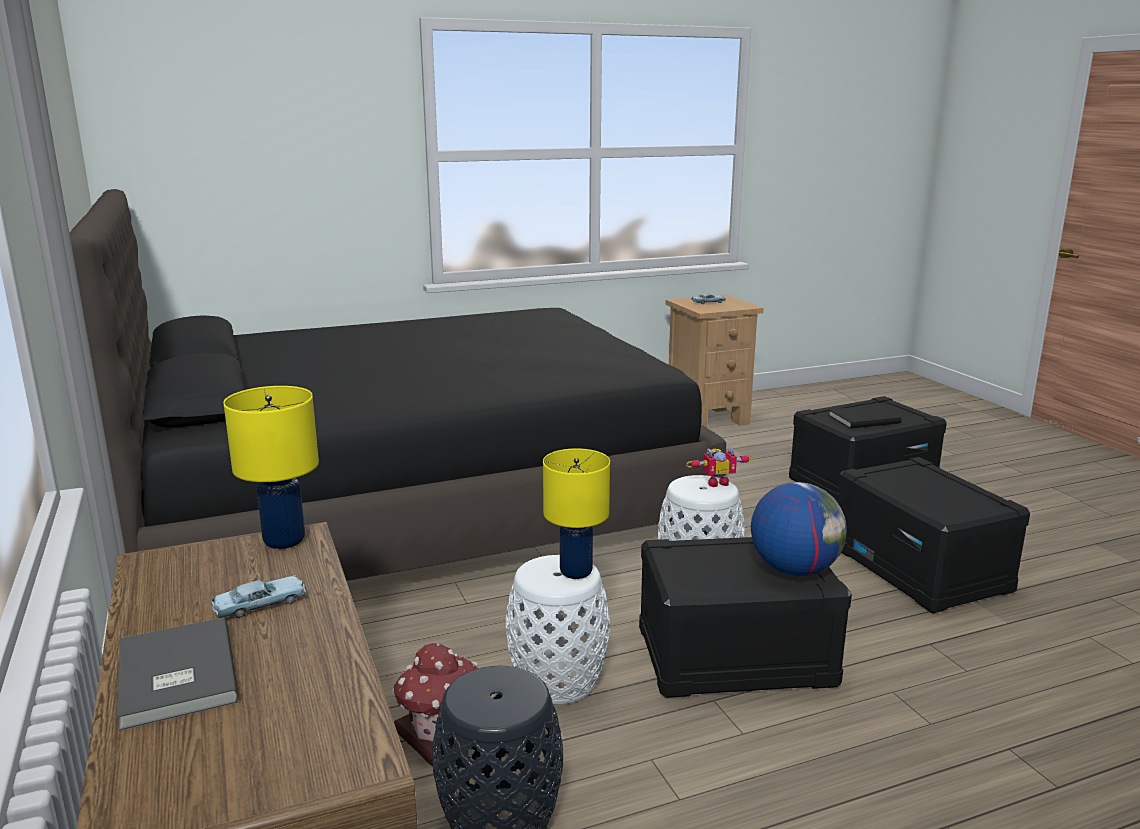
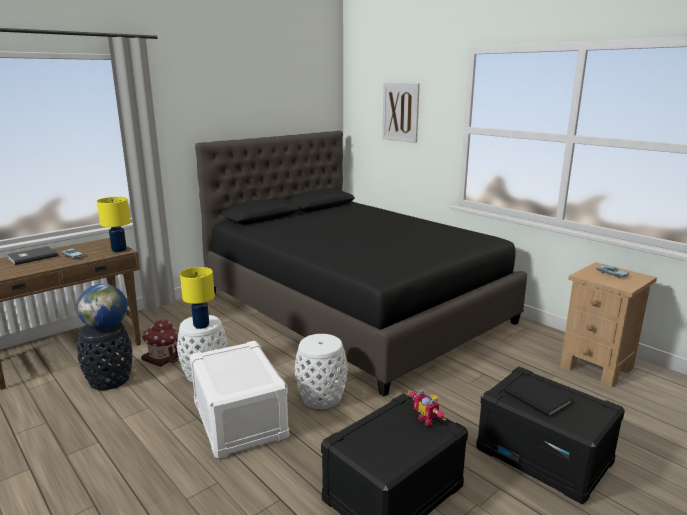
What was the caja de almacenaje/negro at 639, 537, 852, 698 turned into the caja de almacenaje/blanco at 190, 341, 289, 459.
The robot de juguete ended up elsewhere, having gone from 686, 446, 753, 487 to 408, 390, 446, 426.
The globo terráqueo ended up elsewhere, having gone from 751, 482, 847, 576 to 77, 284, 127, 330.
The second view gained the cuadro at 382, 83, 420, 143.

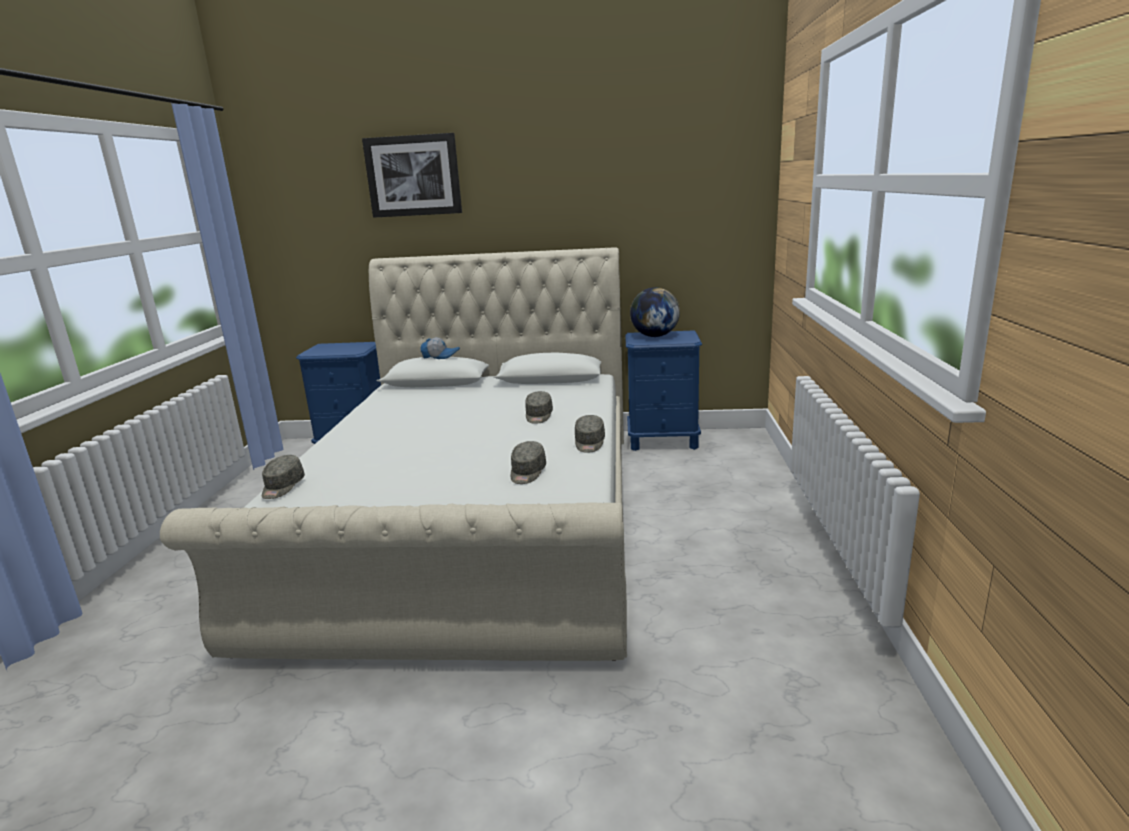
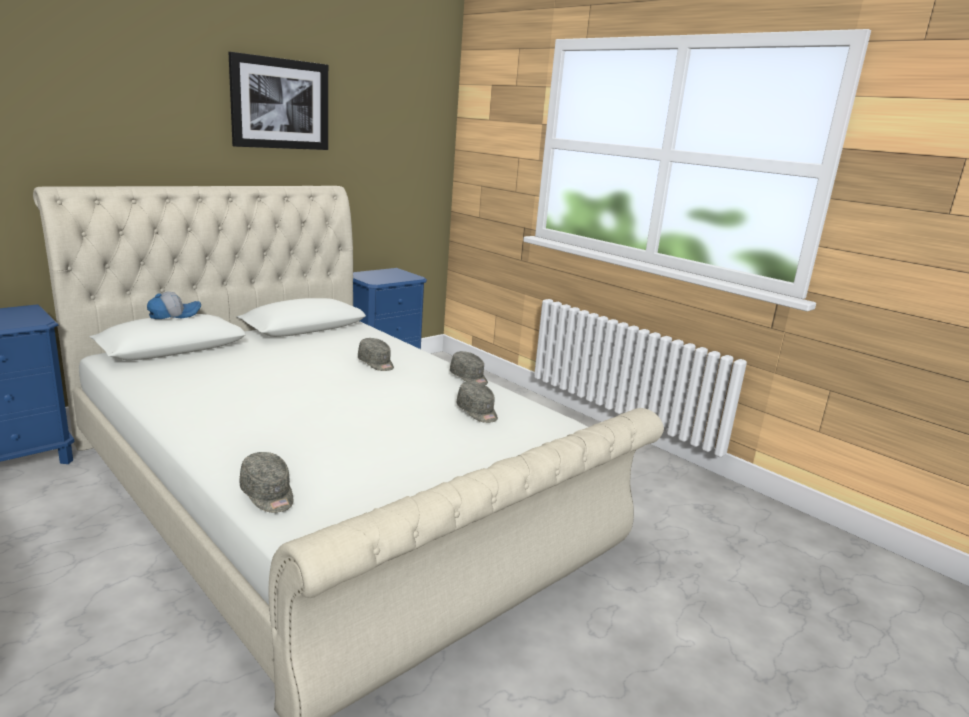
The cuadro ended up elsewhere, having gone from 362, 133, 462, 218 to 228, 52, 328, 150.
The second view lost the globo terráqueo at 630, 287, 680, 337.

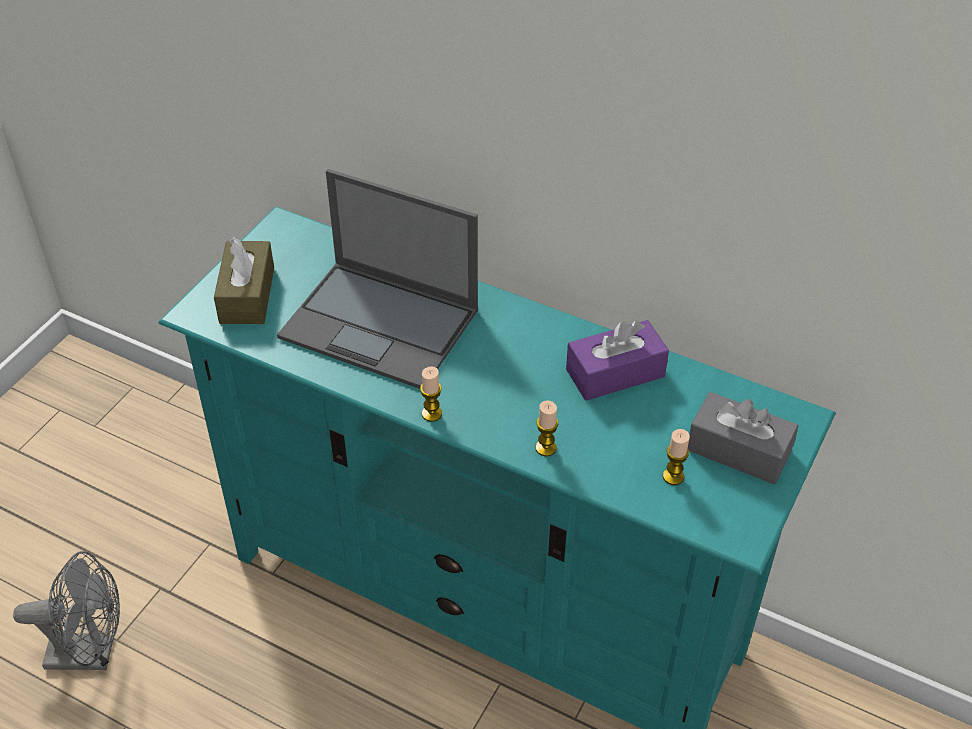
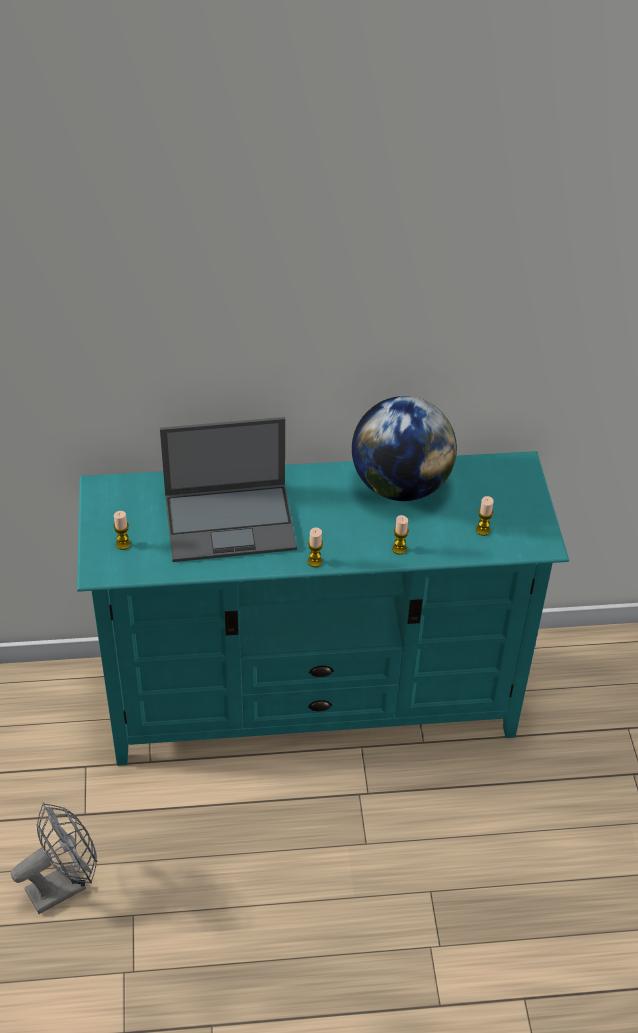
Where the caja de pañuelos/marrón stood at 214, 237, 274, 324, the vela came to stand at 114, 511, 131, 550.
Where the caja de pañuelos/morado stood at 566, 320, 669, 401, the globo terráqueo came to stand at 352, 396, 457, 501.
The second view lost the caja de pañuelos/gris at 688, 392, 799, 484.

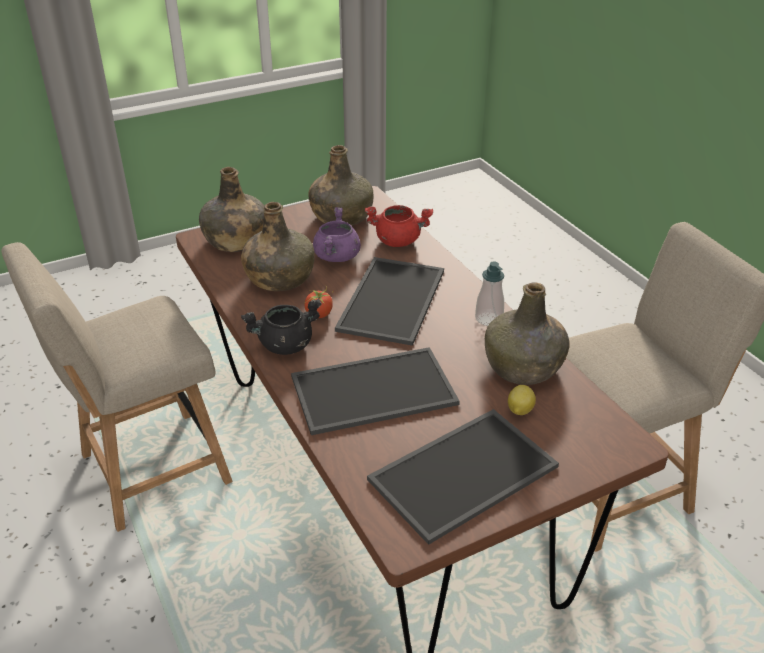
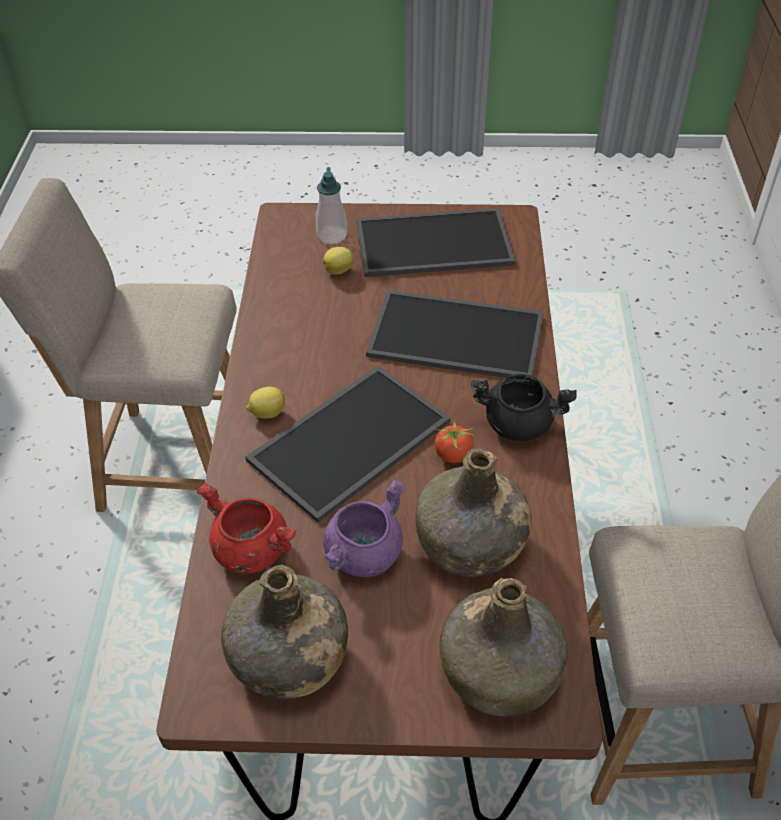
The dispensador de jabón ended up elsewhere, having gone from 475, 261, 504, 326 to 316, 167, 347, 244.
The second view lost the botella/verde at 485, 282, 570, 385.
The second view gained the limón at 247, 387, 285, 419.

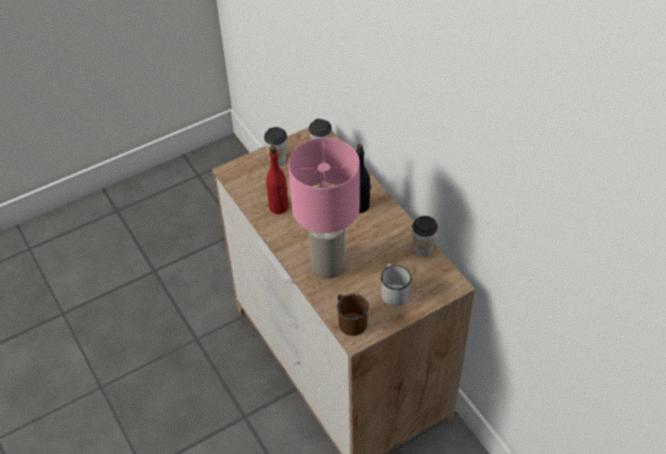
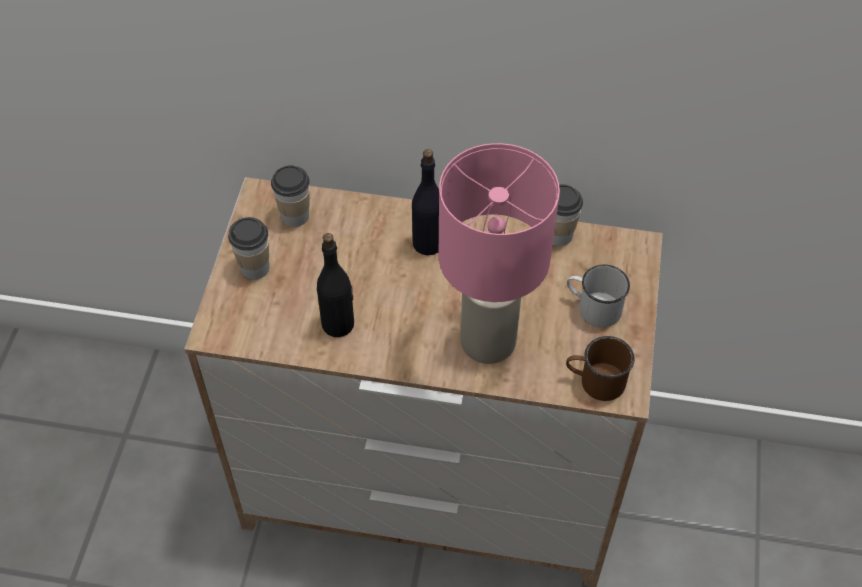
What was the botella/rojo at 266, 145, 289, 214 turned into the botella/negro at 317, 233, 354, 337.

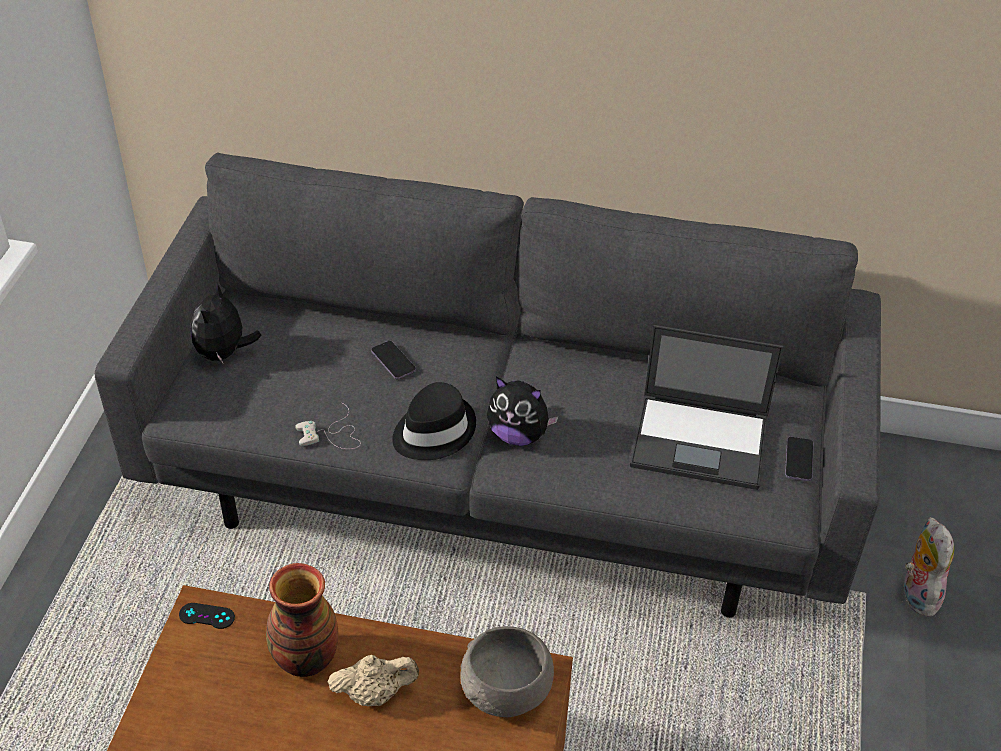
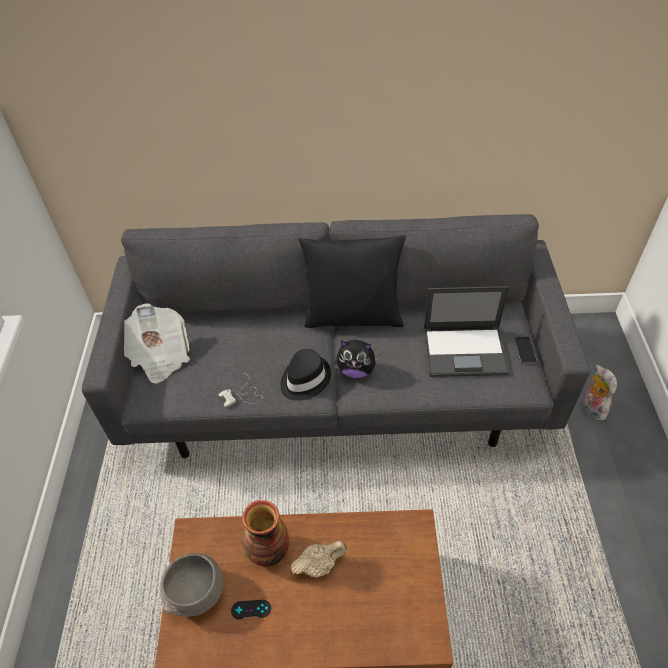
The mando de consola/negro ended up elsewhere, having gone from 179, 603, 235, 629 to 231, 600, 271, 619.
Where the peluche stood at 191, 283, 262, 364, the periódico came to stand at 124, 303, 190, 384.
The second view lost the móvil at 371, 341, 416, 379.
The cuenco/gris ended up elsewhere, having gone from 460, 626, 554, 717 to 160, 553, 223, 617.
The second view gained the cojín/negro at 299, 235, 406, 328.

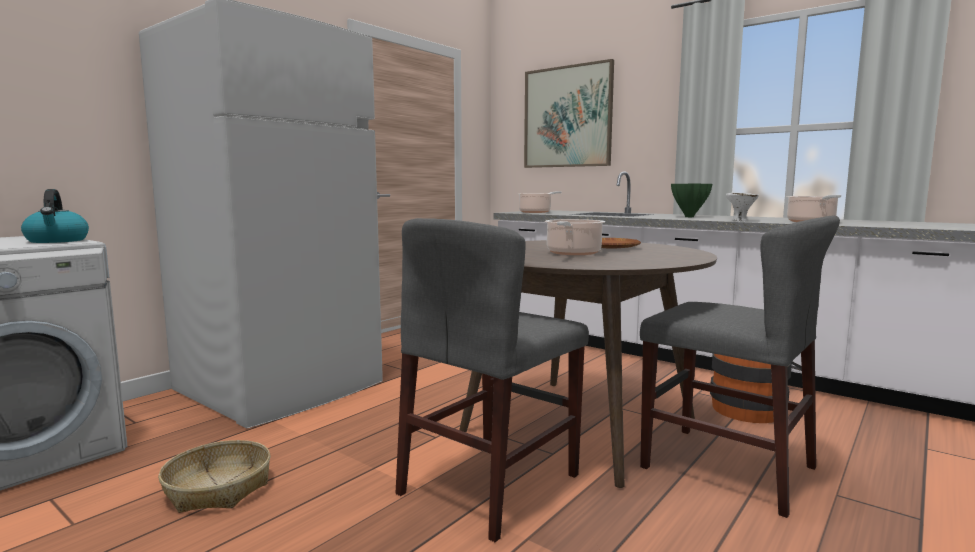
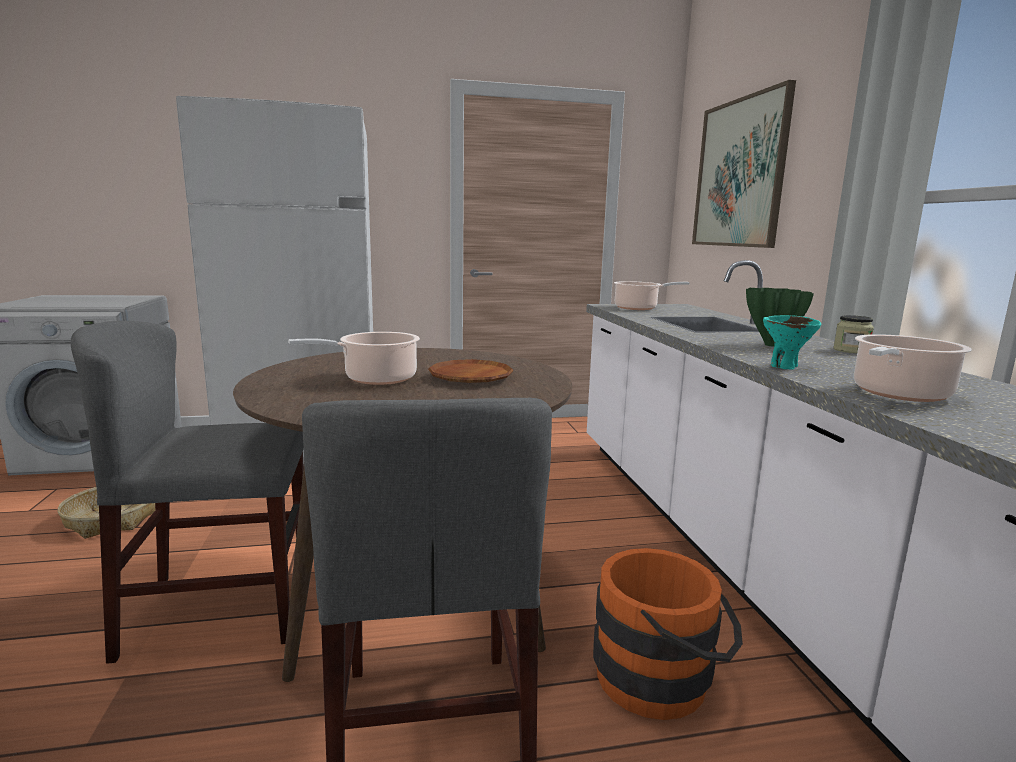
The second view lost the hervidor at 21, 189, 89, 243.
What was the cuenco/blanco at 726, 193, 759, 221 turned into the cuenco/turquesa at 763, 315, 821, 370.
The second view gained the tarro at 833, 315, 874, 353.

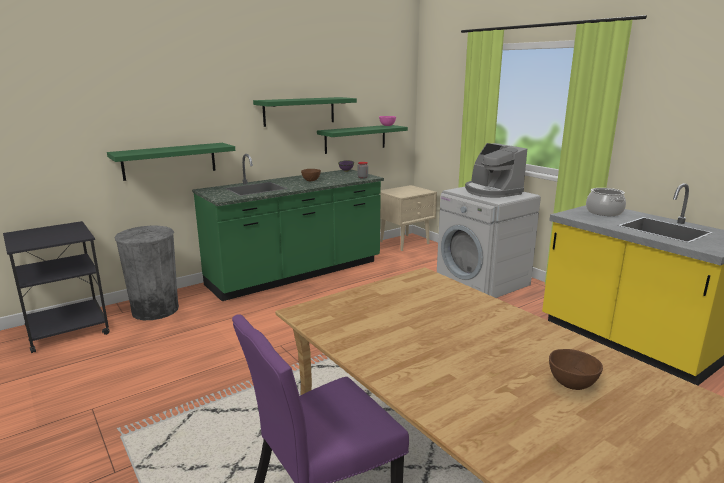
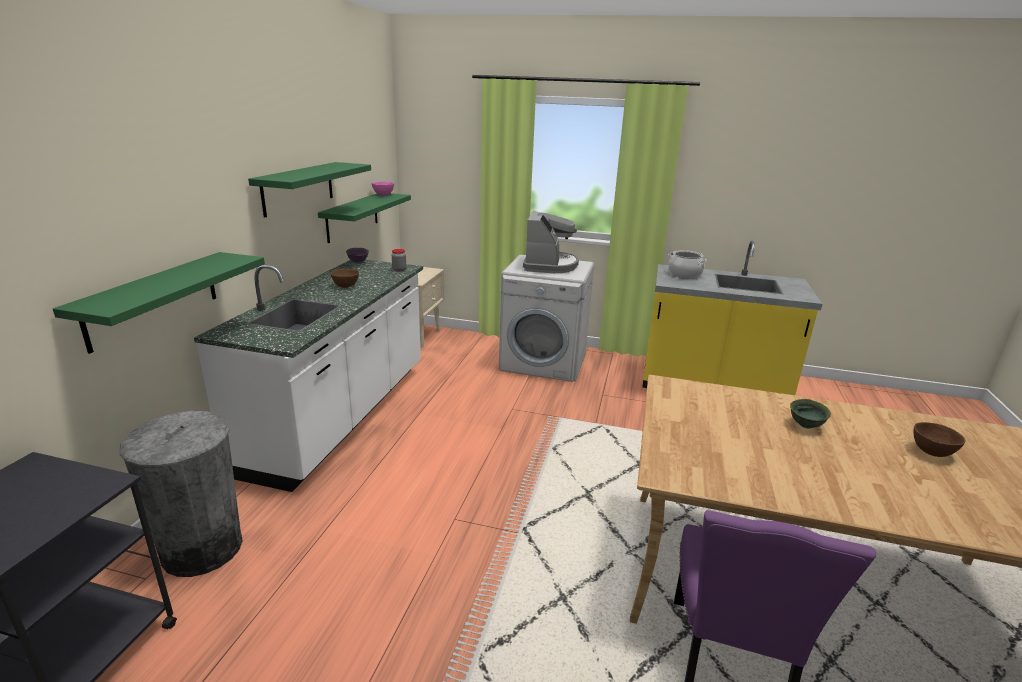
What was the mueble bajo de cocina/verde at 192, 154, 384, 301 turned into the mueble bajo de cocina/blanco at 194, 260, 423, 492.
The cafetera at 465, 143, 527, 198 ended up facing another way, 105 degrees counterclockwise from before.
The second view gained the cuenco/verde at 790, 399, 831, 429.

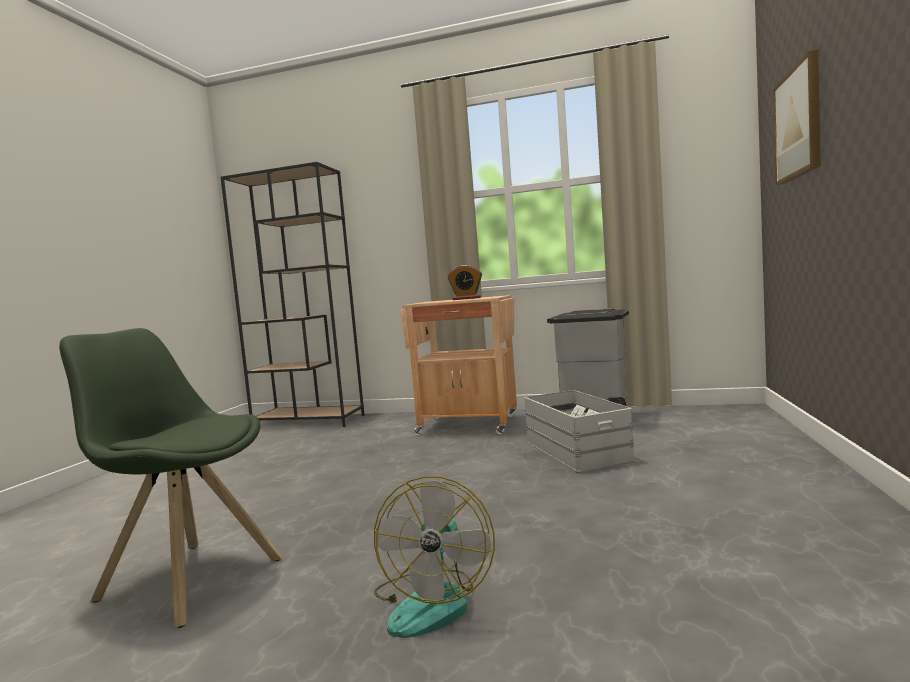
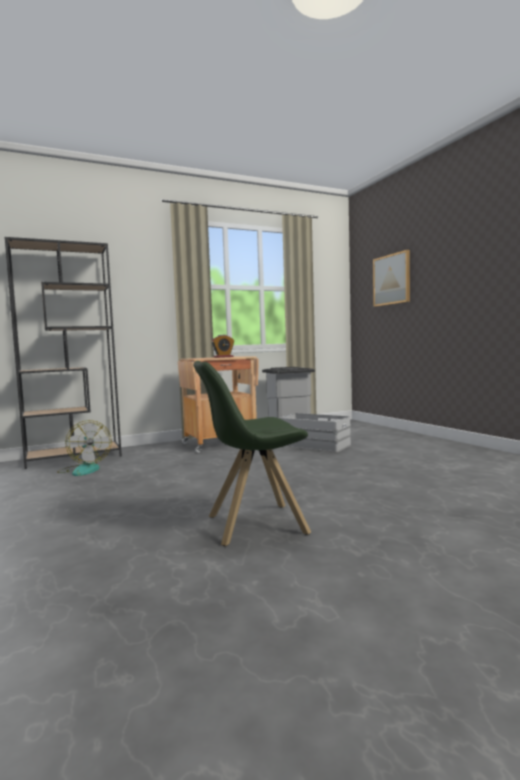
The ventilador ended up elsewhere, having gone from 374, 476, 495, 638 to 57, 420, 112, 476.

